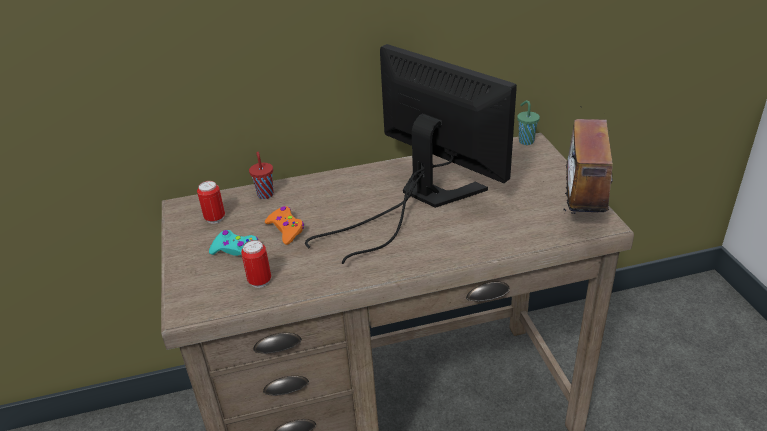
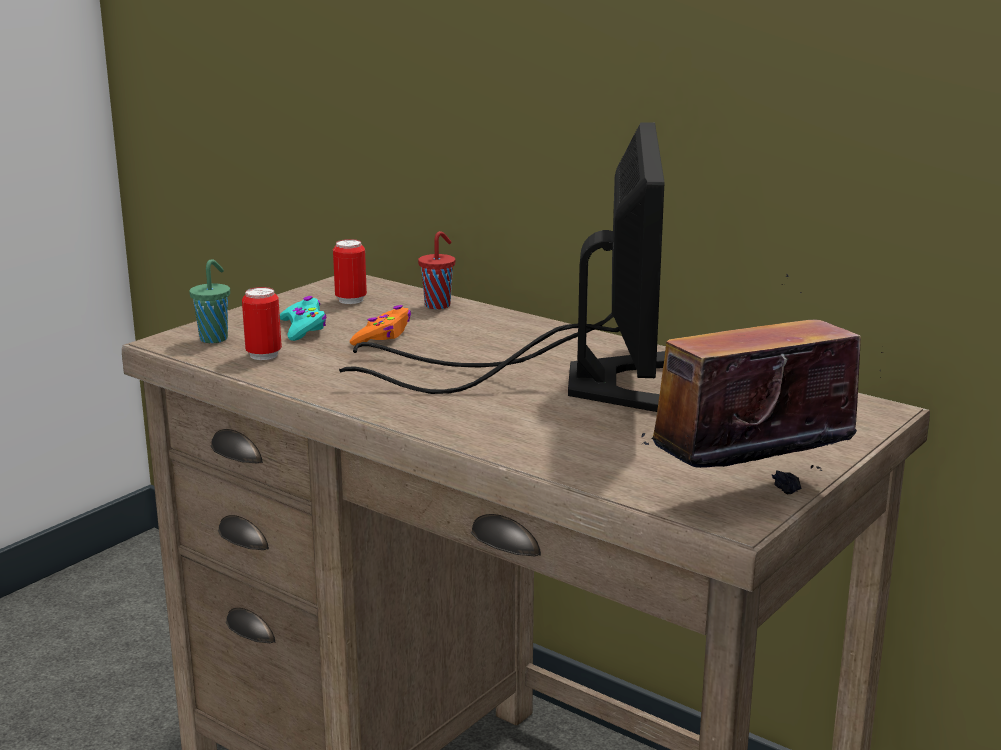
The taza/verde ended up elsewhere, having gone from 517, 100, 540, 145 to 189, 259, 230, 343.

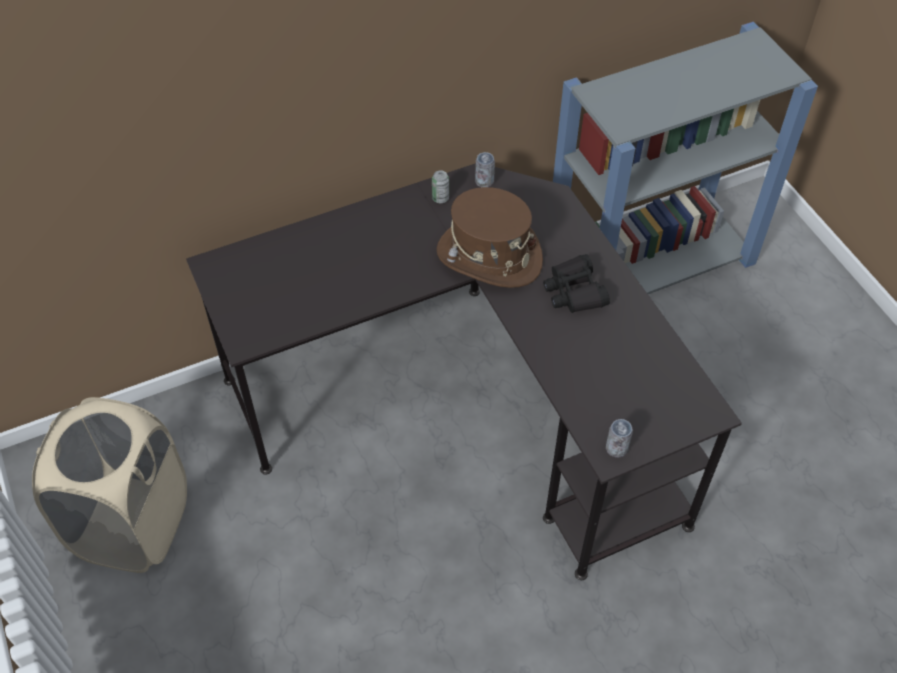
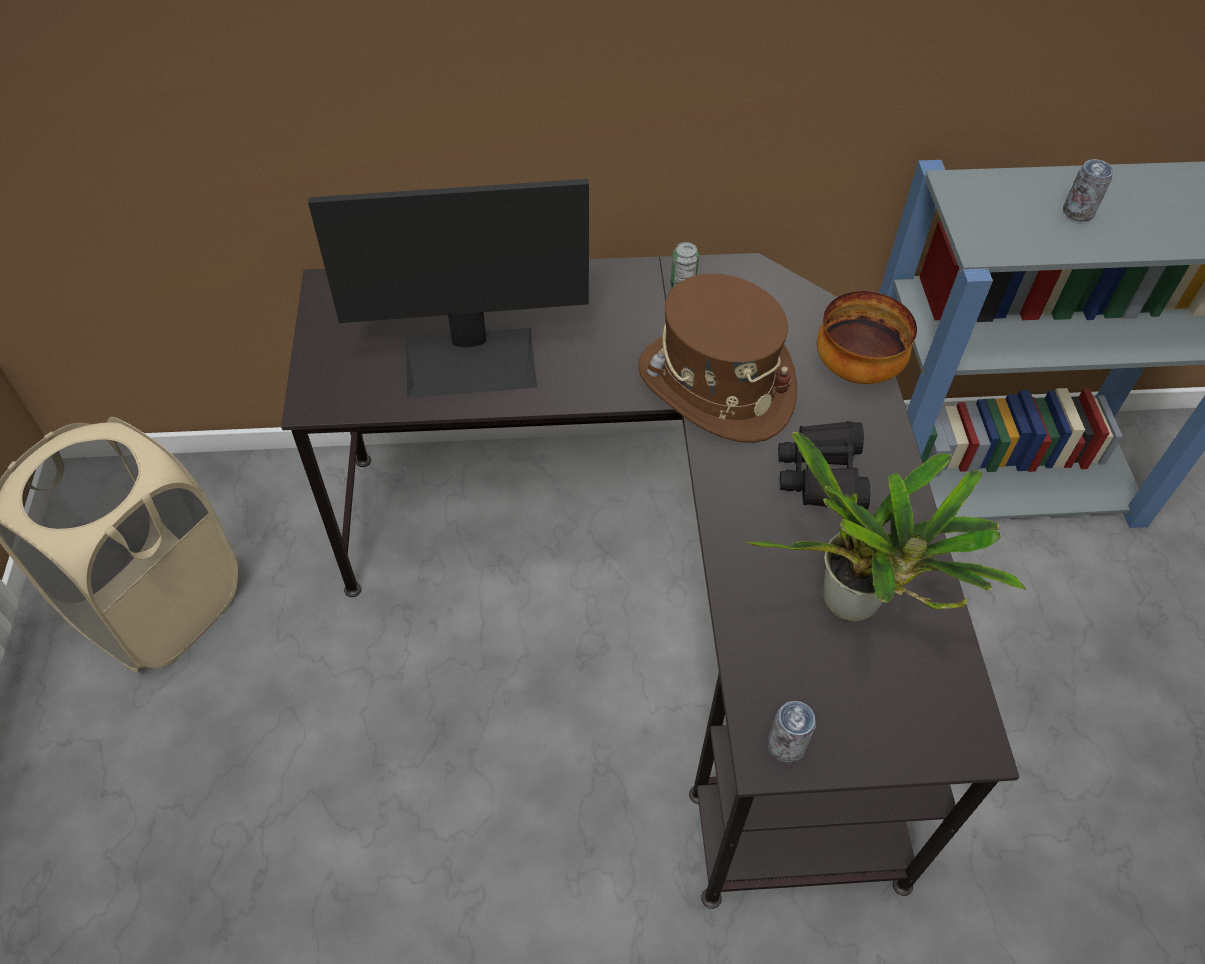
The lata ended up elsewhere, having gone from 475, 152, 495, 187 to 1063, 159, 1113, 222.
The second view gained the monitor at 308, 179, 589, 398.
The second view gained the planta en maceta at 745, 432, 1026, 621.
The second view gained the cuenco at 817, 291, 917, 384.

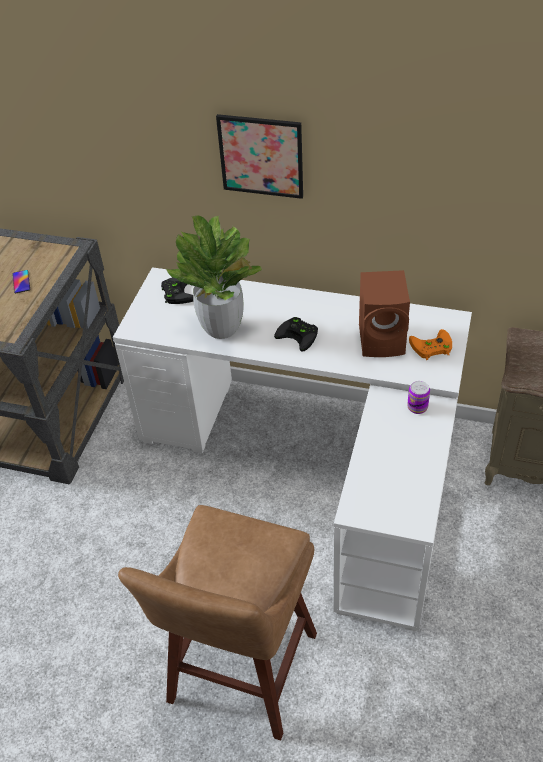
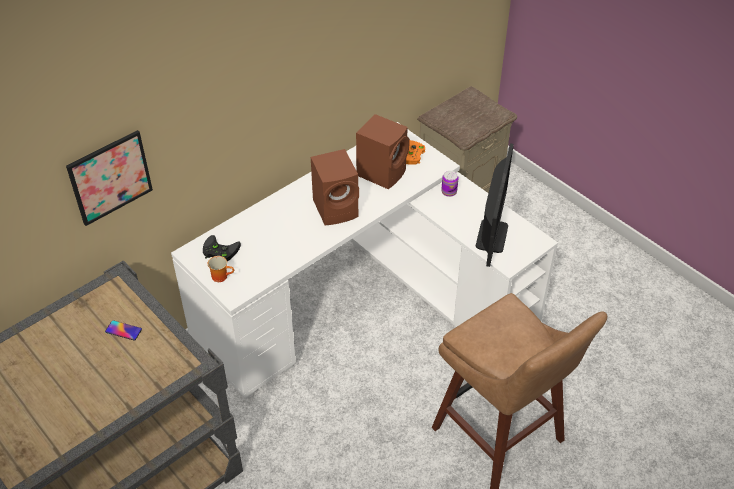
The second view lost the planta en maceta at 166, 216, 262, 339.
The cuadro ended up elsewhere, having gone from 216, 114, 303, 199 to 66, 130, 153, 226.
Where the mando de consola/negro stood at 274, 317, 318, 352, the altavoz/marrón came to stand at 311, 149, 359, 225.
The second view gained the taza grande at 208, 256, 234, 282.
The second view gained the monitor at 476, 143, 514, 267.

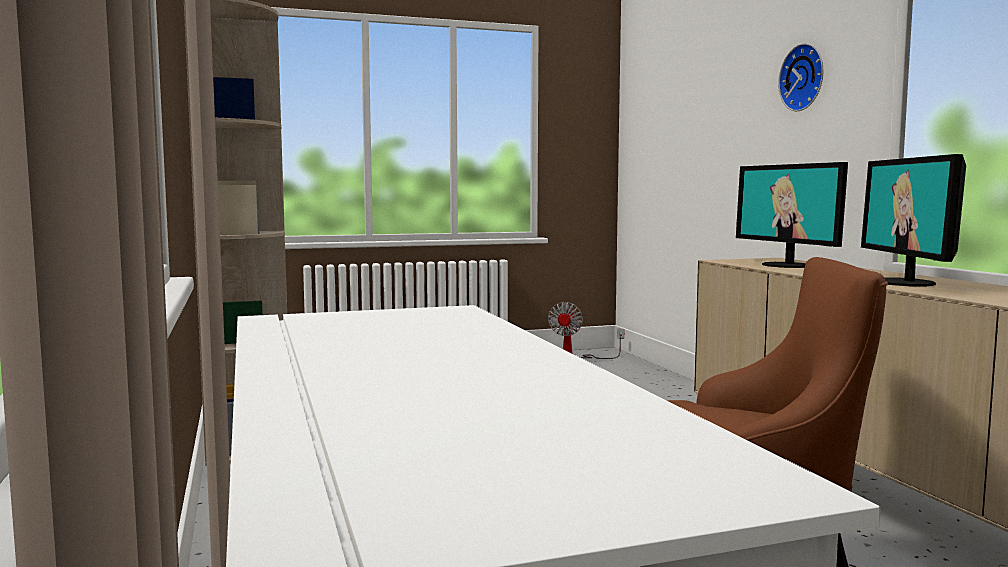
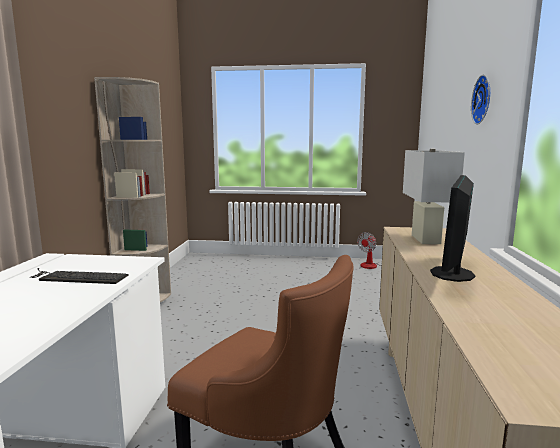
Where the monitor stood at 736, 162, 848, 268, the lámpara de mesa/blanco came to stand at 403, 149, 465, 244.
The second view gained the teclado at 31, 268, 128, 284.

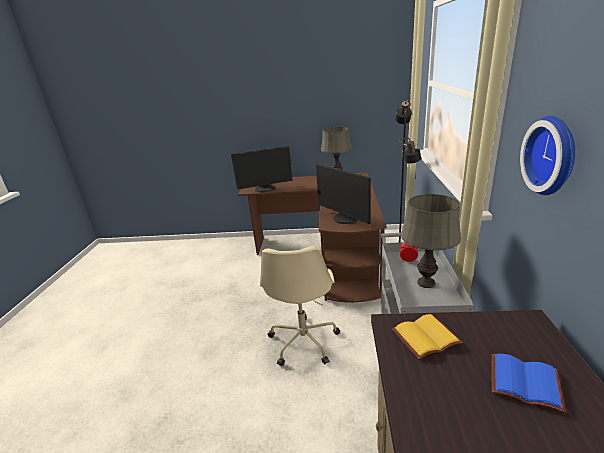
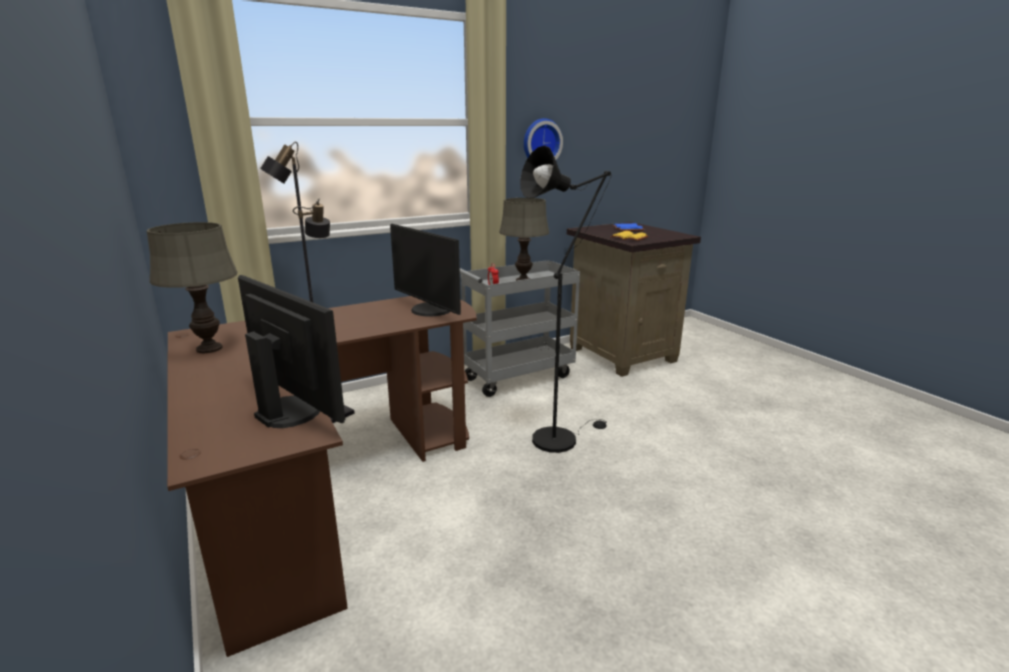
Where the silla de oficina/beis stood at 260, 246, 341, 366, the lámpara de pie/negro came to stand at 520, 145, 612, 453.
The monitor at 316, 164, 371, 224 ended up facing another way, 120 degrees clockwise from before.

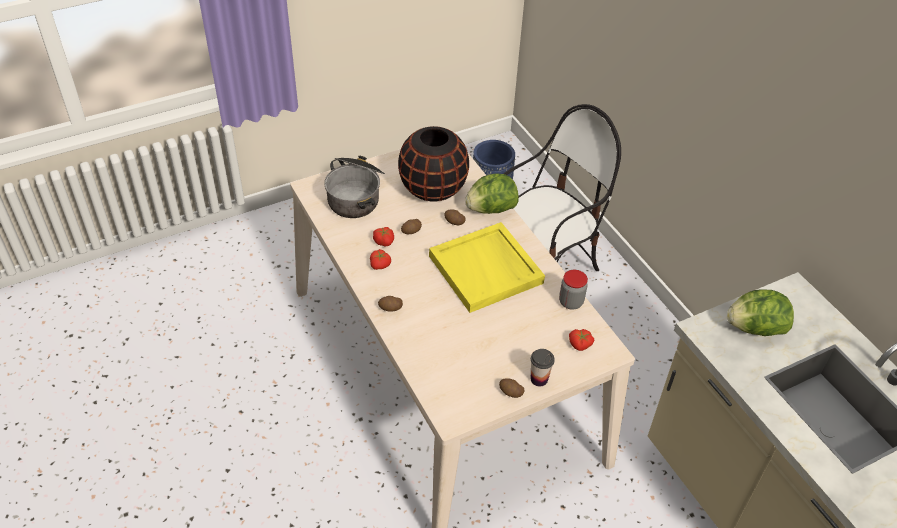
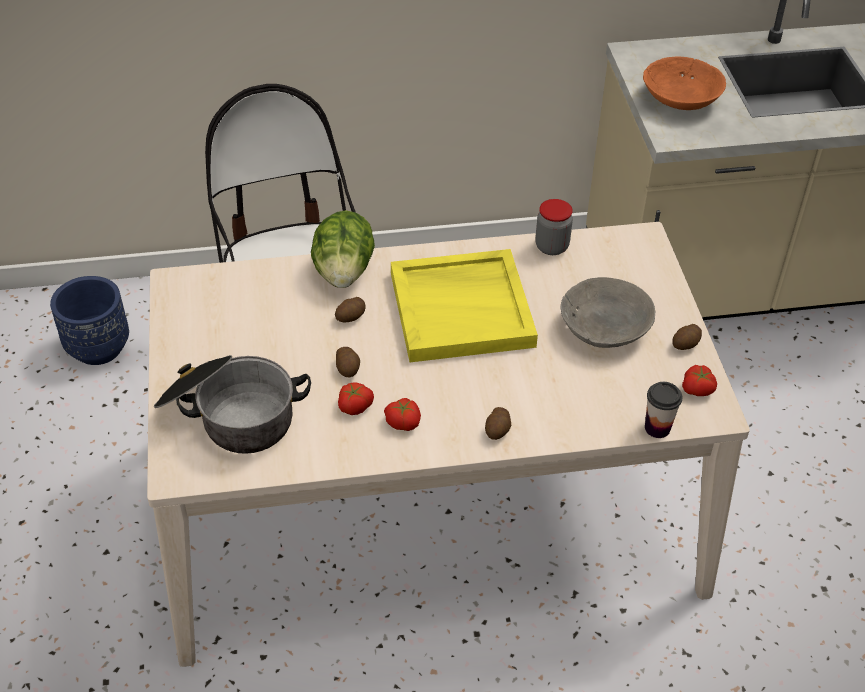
The second view lost the florero/negro at 398, 126, 469, 202.
The taza ended up elsewhere, having gone from 531, 349, 555, 386 to 645, 382, 683, 438.
The tomate ended up elsewhere, having gone from 569, 329, 594, 351 to 682, 365, 717, 396.
Where the lechuga stood at 727, 290, 794, 336, the cuenco/naranja came to stand at 643, 57, 726, 110.
The second view gained the cuenco/gris at 561, 277, 655, 348.

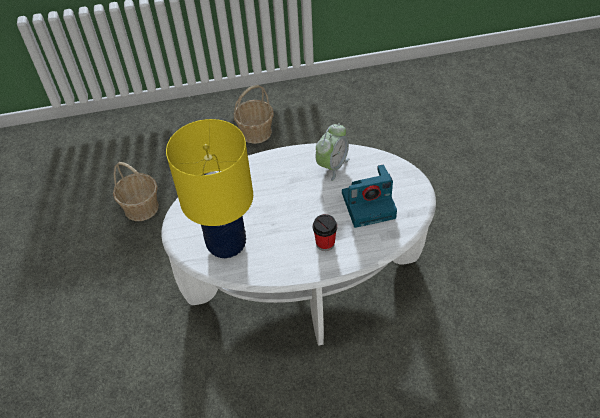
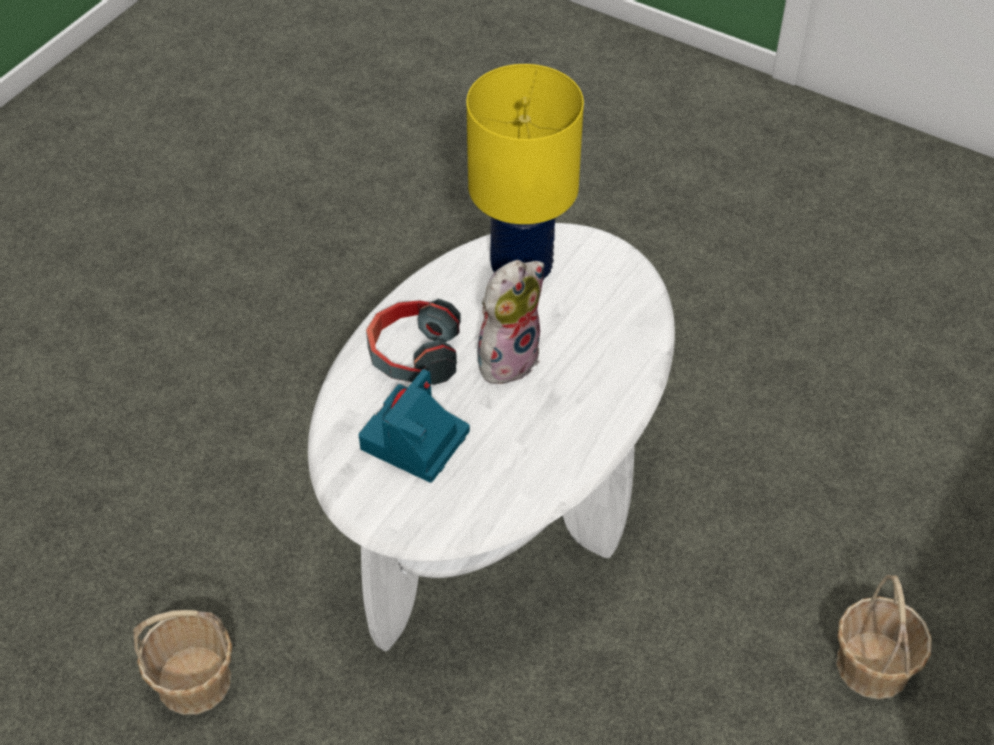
The cesta ended up elsewhere, having gone from 113, 162, 159, 221 to 133, 610, 232, 715.
Where the taza stood at 313, 214, 337, 251, the auriculares came to stand at 366, 299, 461, 385.
The second view lost the despertador at 316, 124, 349, 181.
The second view gained the peluche at 477, 260, 544, 384.

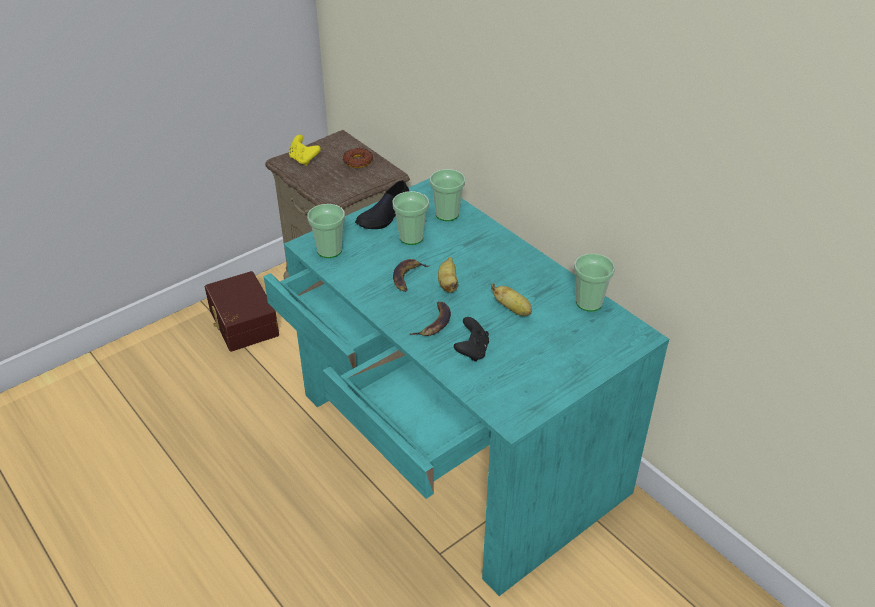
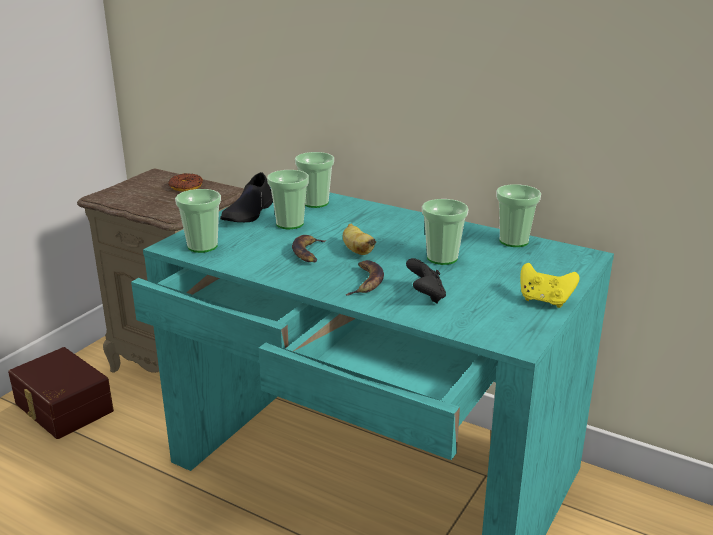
The mando de consola/amarillo ended up elsewhere, having gone from 289, 135, 321, 166 to 520, 263, 580, 308.
Where the plátano stood at 491, 283, 532, 316, the taza came to stand at 422, 199, 468, 265.

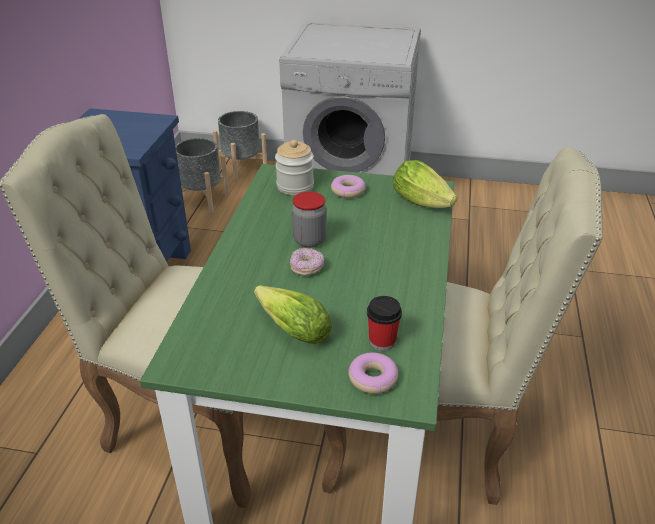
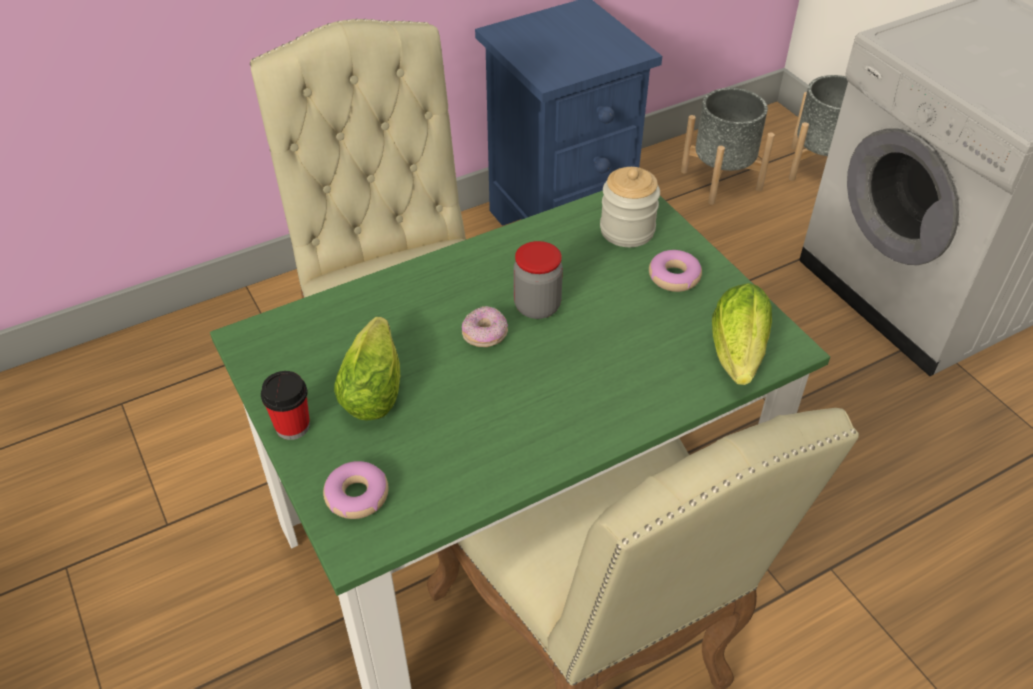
The taza ended up elsewhere, having gone from 367, 296, 402, 351 to 261, 371, 310, 440.

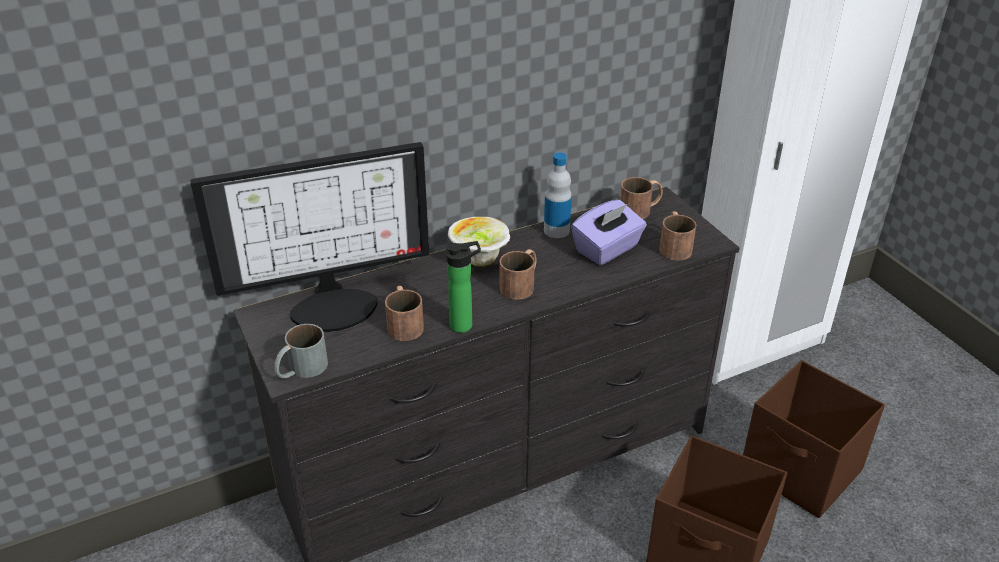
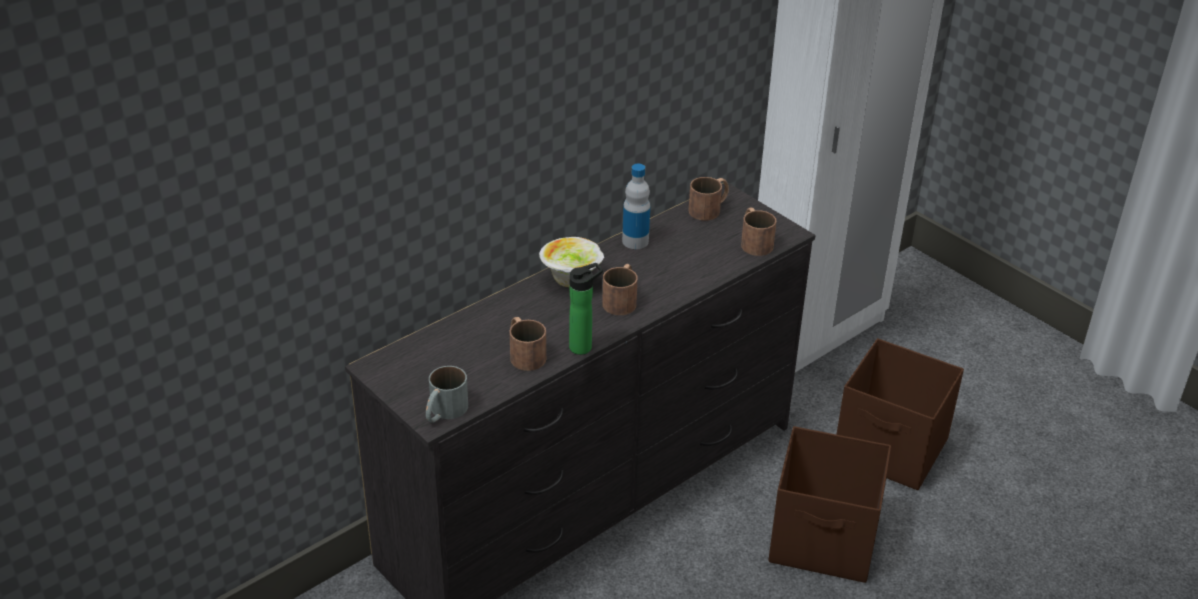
The second view lost the monitor at 190, 142, 429, 332.
The second view lost the caja de pañuelos/morado at 571, 200, 647, 265.

